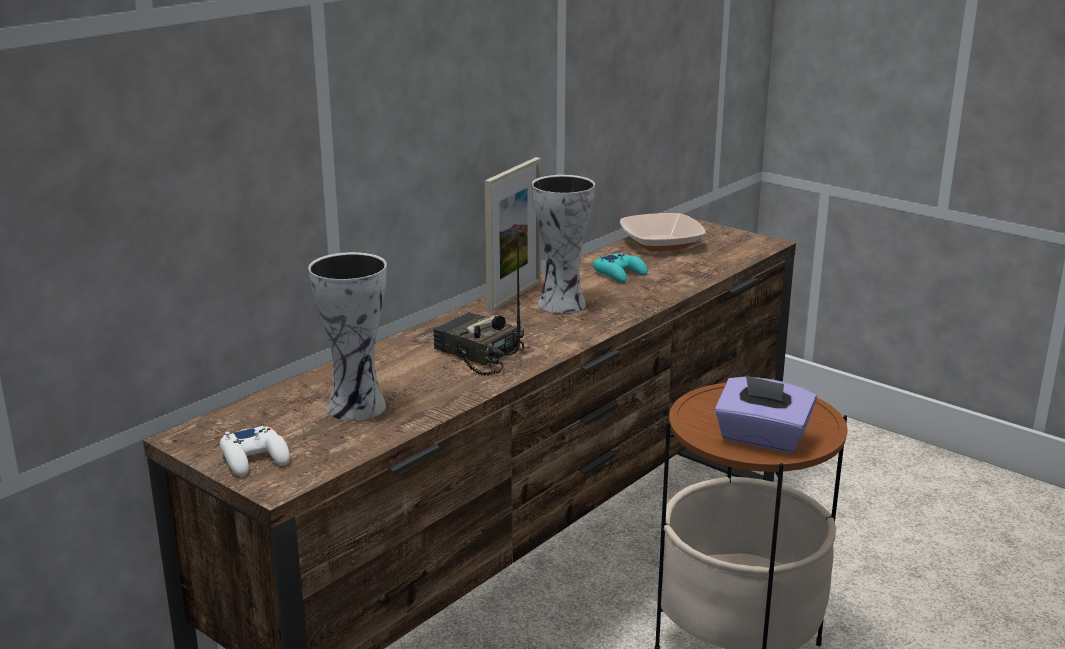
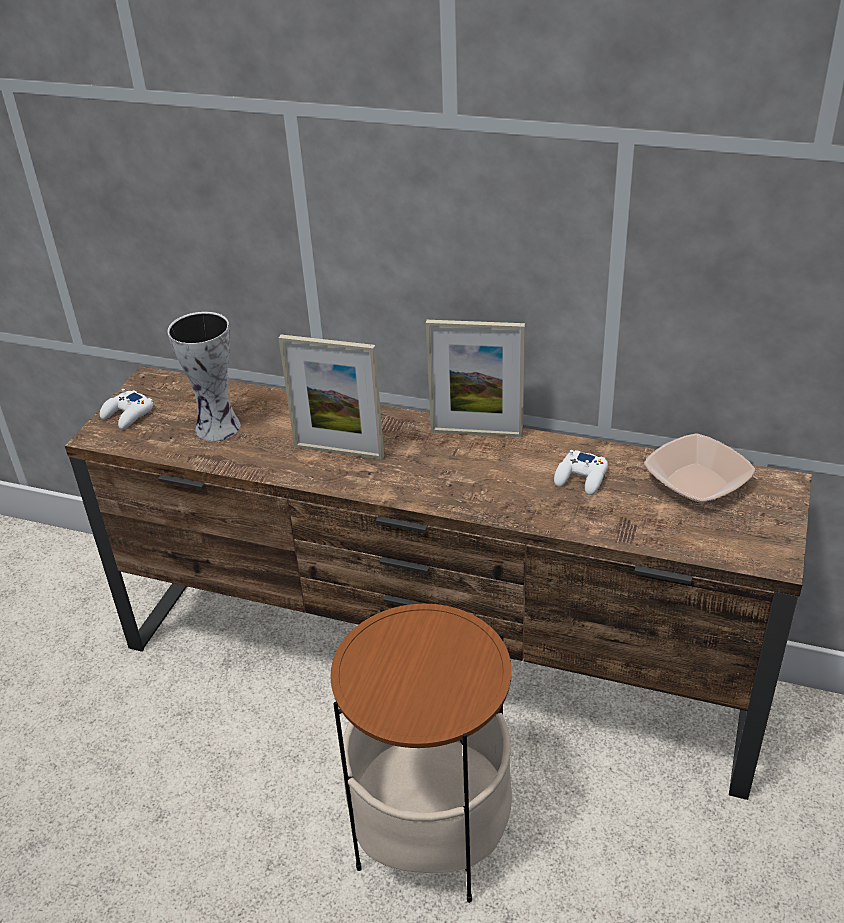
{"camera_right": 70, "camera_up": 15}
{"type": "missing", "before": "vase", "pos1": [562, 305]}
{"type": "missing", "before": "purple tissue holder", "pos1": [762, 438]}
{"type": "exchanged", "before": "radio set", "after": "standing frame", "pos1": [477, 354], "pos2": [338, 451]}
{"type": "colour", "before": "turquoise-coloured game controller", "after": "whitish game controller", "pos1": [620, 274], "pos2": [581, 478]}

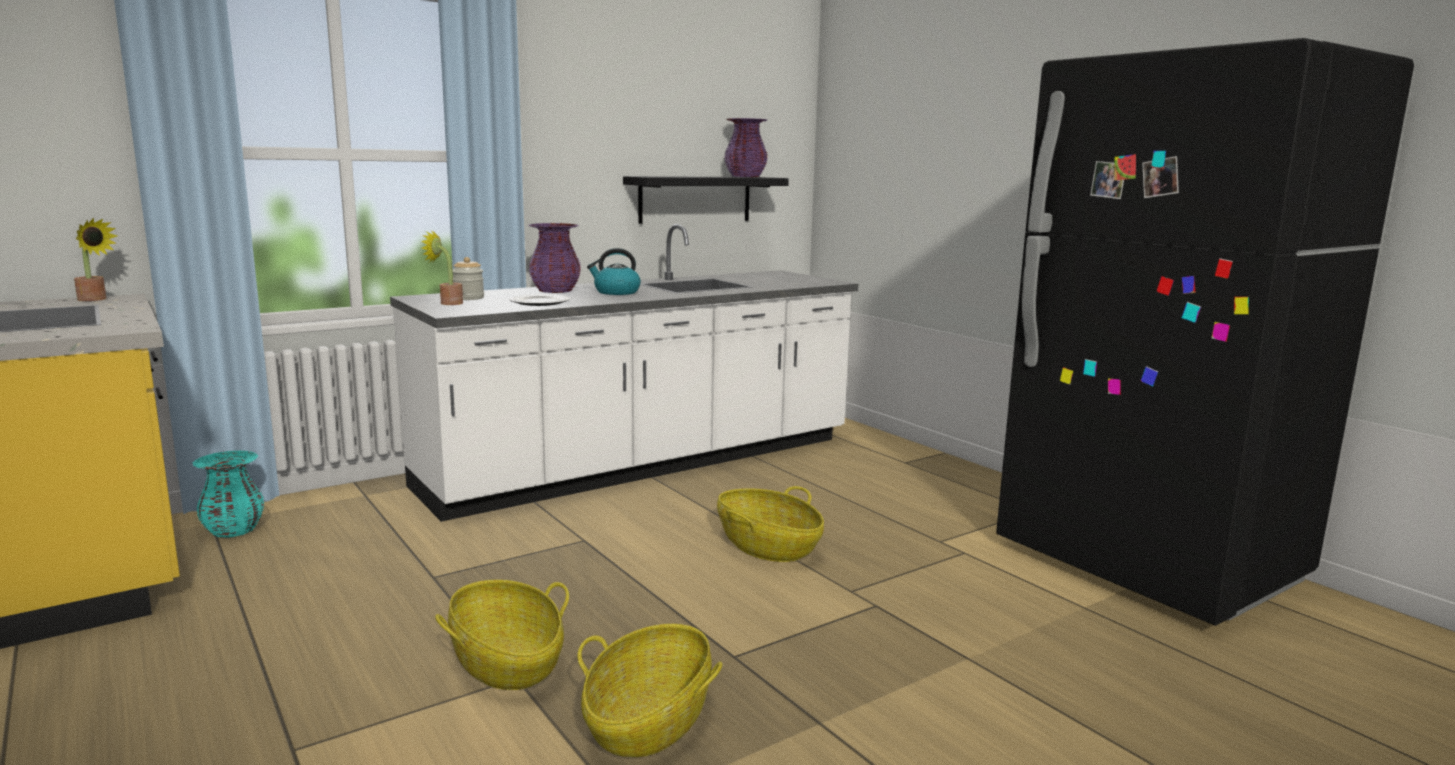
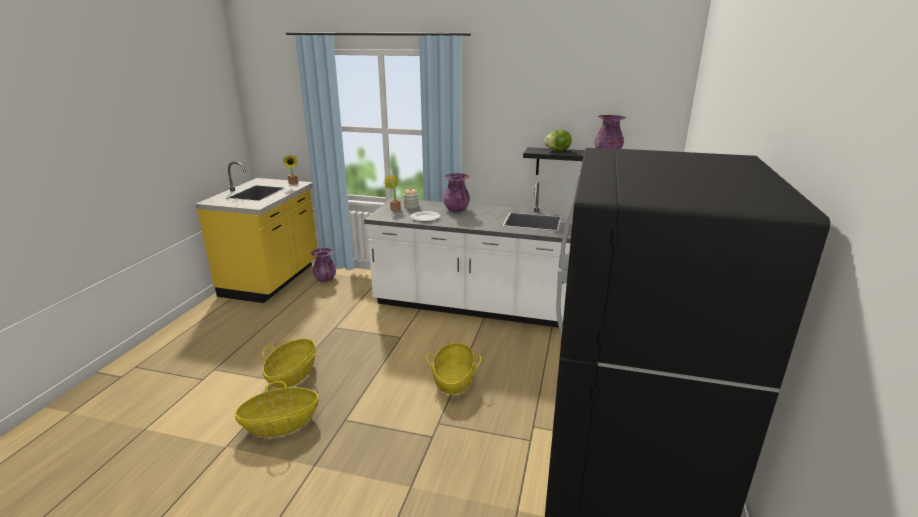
{"camera_right": 50, "camera_up": 10}
{"type": "missing", "before": "water kettle", "pos1": [616, 292]}
{"type": "appeared", "after": "lettuce head", "pos2": [557, 150]}
{"type": "colour", "before": "turquoise-coloured vase", "after": "purple vase", "pos1": [234, 530], "pos2": [325, 279]}

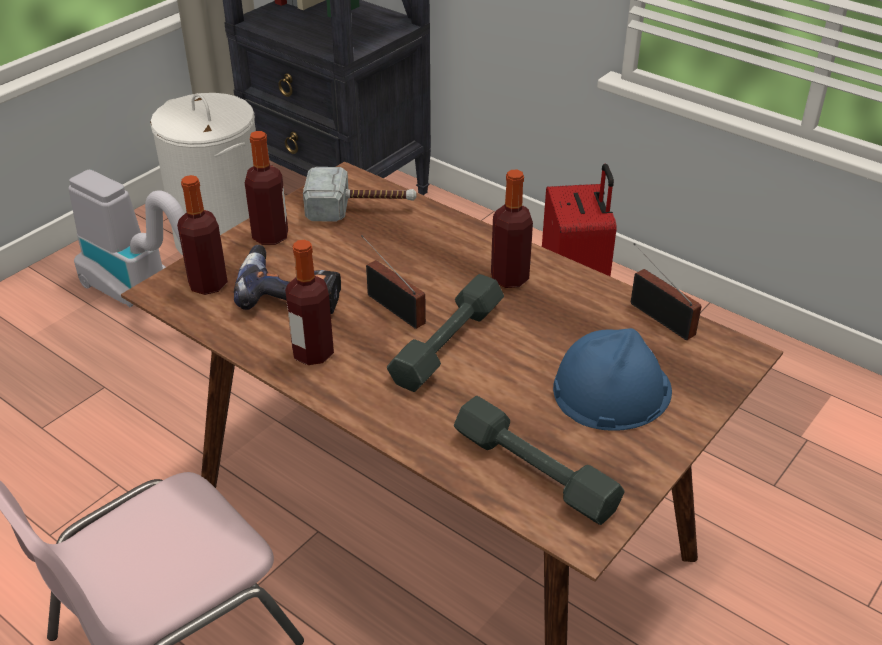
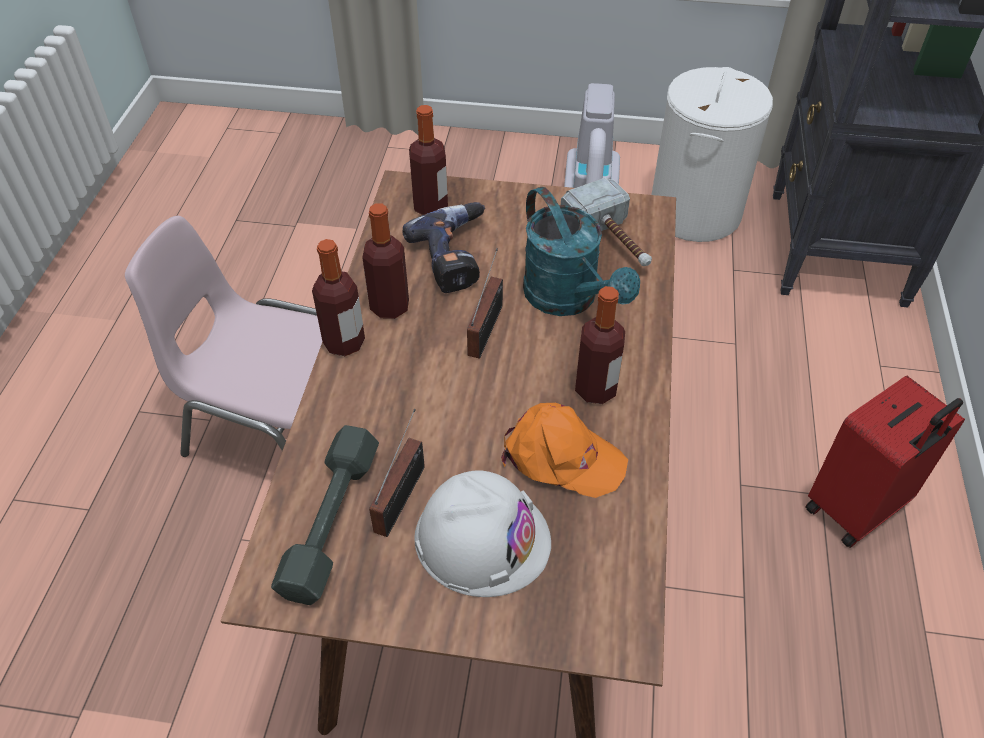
{"camera_right": 60, "camera_up": 10}
{"type": "missing", "before": "gray dumbbell", "pos1": [447, 343]}
{"type": "appeared", "after": "orange-coloured peaked cap", "pos2": [561, 457]}
{"type": "appeared", "after": "turquoise-coloured sprinkling can", "pos2": [568, 299]}
{"type": "relocated", "before": "bottle", "pos1": [270, 236], "pos2": [344, 343]}
{"type": "relocated", "before": "radio set", "pos1": [659, 316], "pos2": [403, 495]}
{"type": "colour", "before": "blue-coloured hard hat", "after": "whitish hard hat", "pos1": [611, 389], "pos2": [482, 538]}

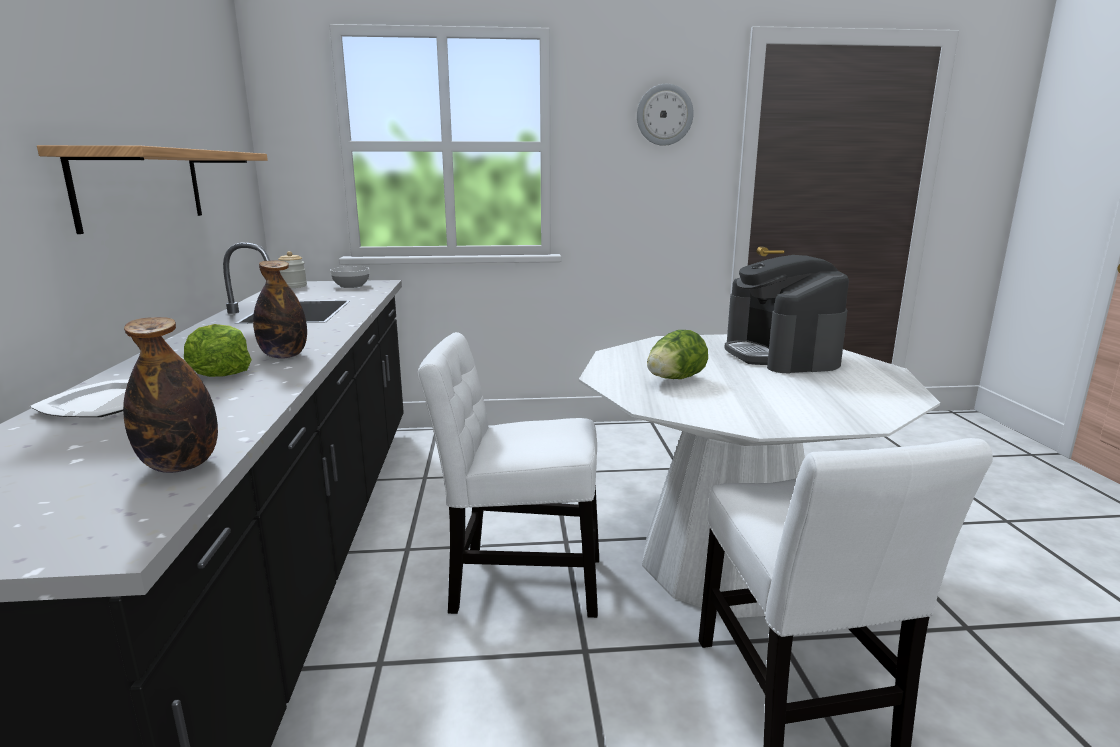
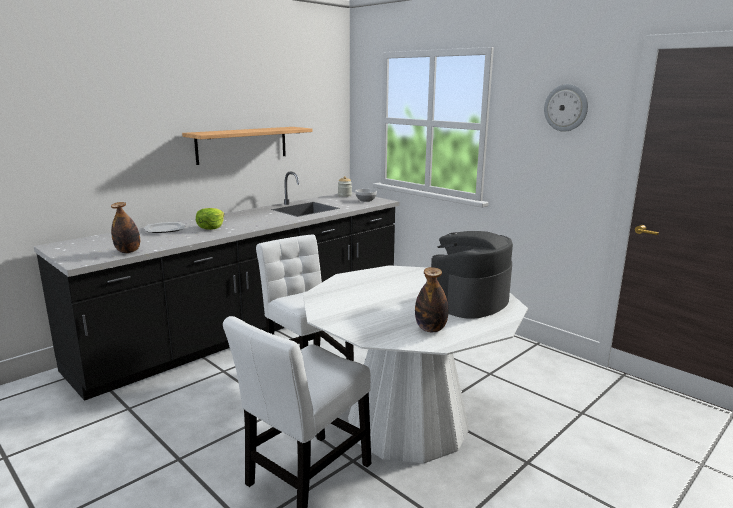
{"camera_right": 50, "camera_up": 0}
{"type": "missing", "before": "lettuce head", "pos1": [674, 379]}
{"type": "relocated", "before": "bottle", "pos1": [284, 356], "pos2": [430, 329]}

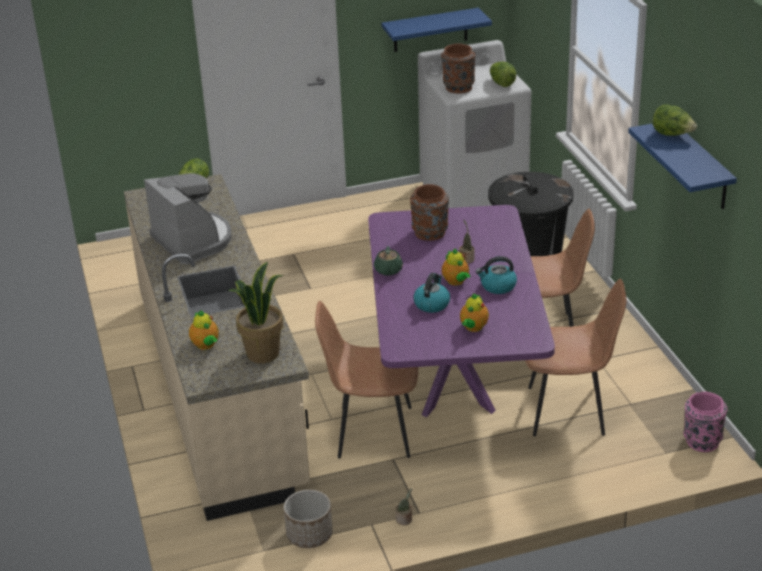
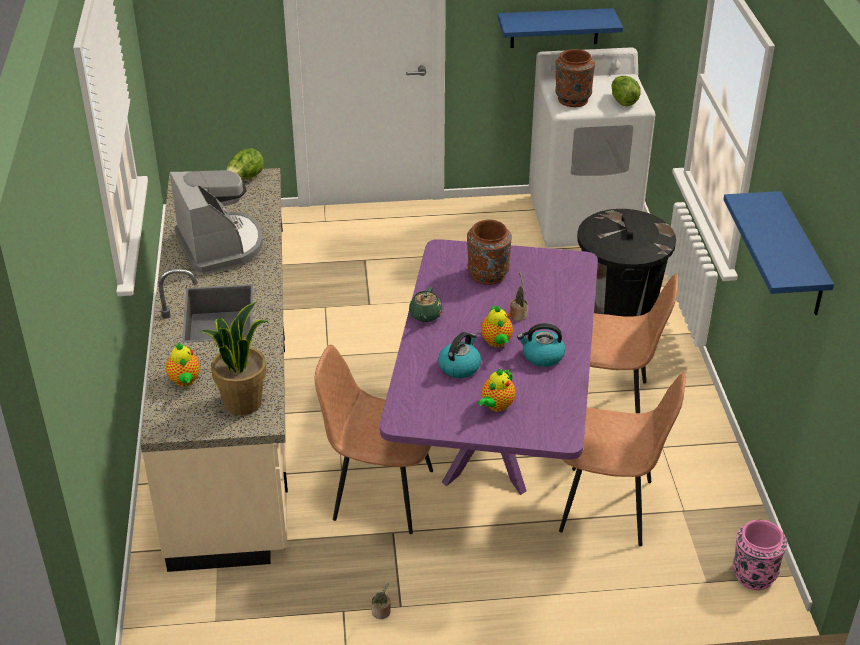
{"camera_right": 10, "camera_up": 5}
{"type": "missing", "before": "plant pot", "pos1": [309, 534]}
{"type": "missing", "before": "lettuce head", "pos1": [672, 135]}

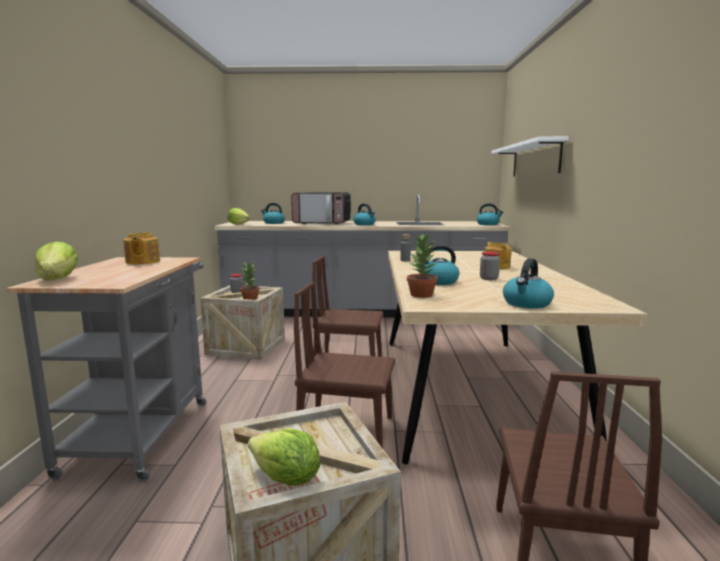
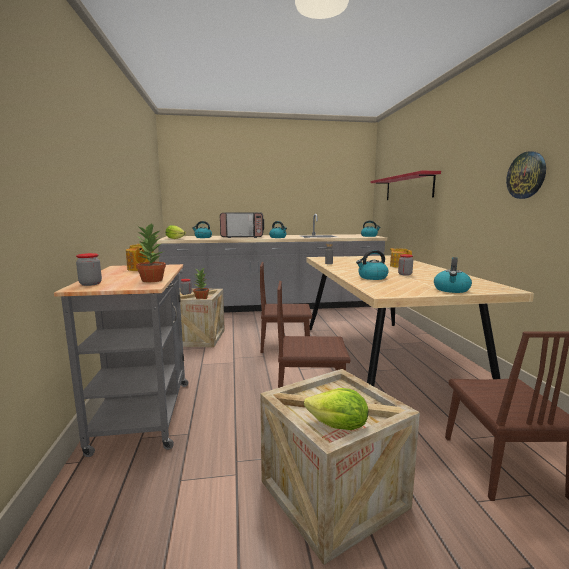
{"camera_right": -10, "camera_up": 0}
{"type": "appeared", "after": "wall clock", "pos2": [526, 175]}
{"type": "relocated", "before": "potted plant", "pos1": [421, 295], "pos2": [151, 280]}
{"type": "exchanged", "before": "lettuce head", "after": "storage jar", "pos1": [58, 279], "pos2": [90, 284]}
{"type": "colour", "before": "whitish bracket shelf", "after": "reddish bracket shelf", "pos1": [535, 159], "pos2": [408, 188]}

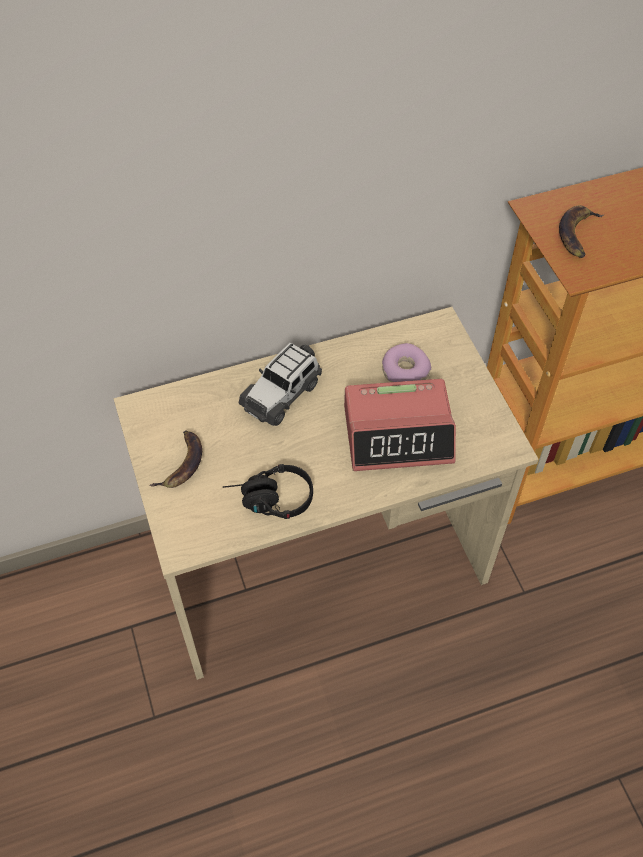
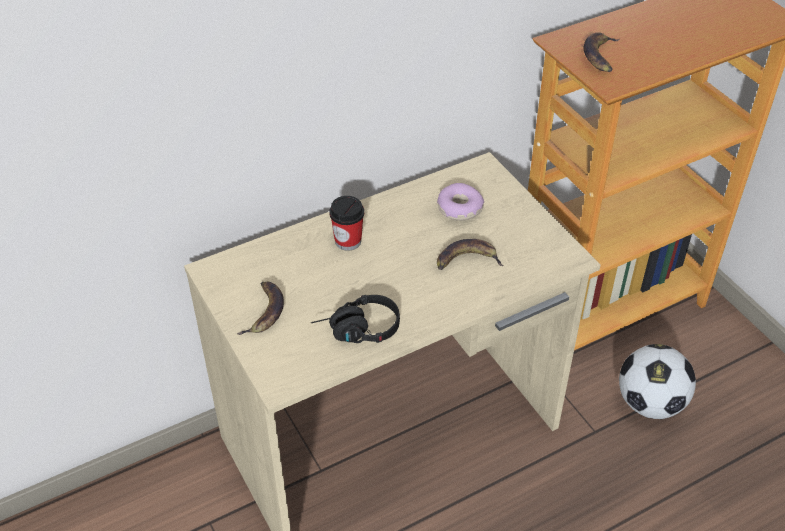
{"camera_right": -10, "camera_up": -10}
{"type": "appeared", "after": "ball for football", "pos2": [650, 403]}
{"type": "exchanged", "before": "miniature car", "after": "drinking cup", "pos1": [282, 394], "pos2": [348, 241]}
{"type": "exchanged", "before": "table clock", "after": "banana", "pos1": [398, 433], "pos2": [466, 260]}

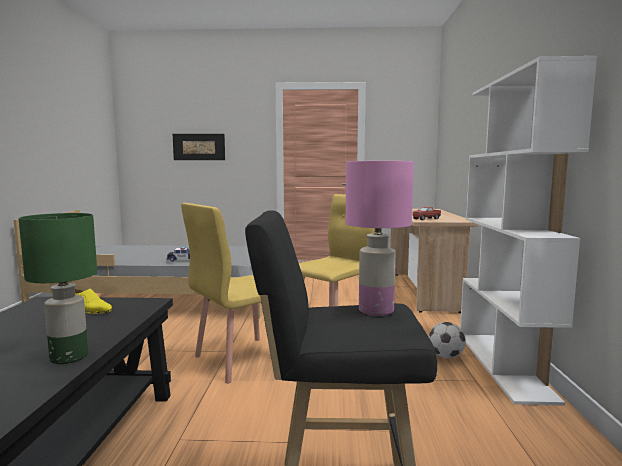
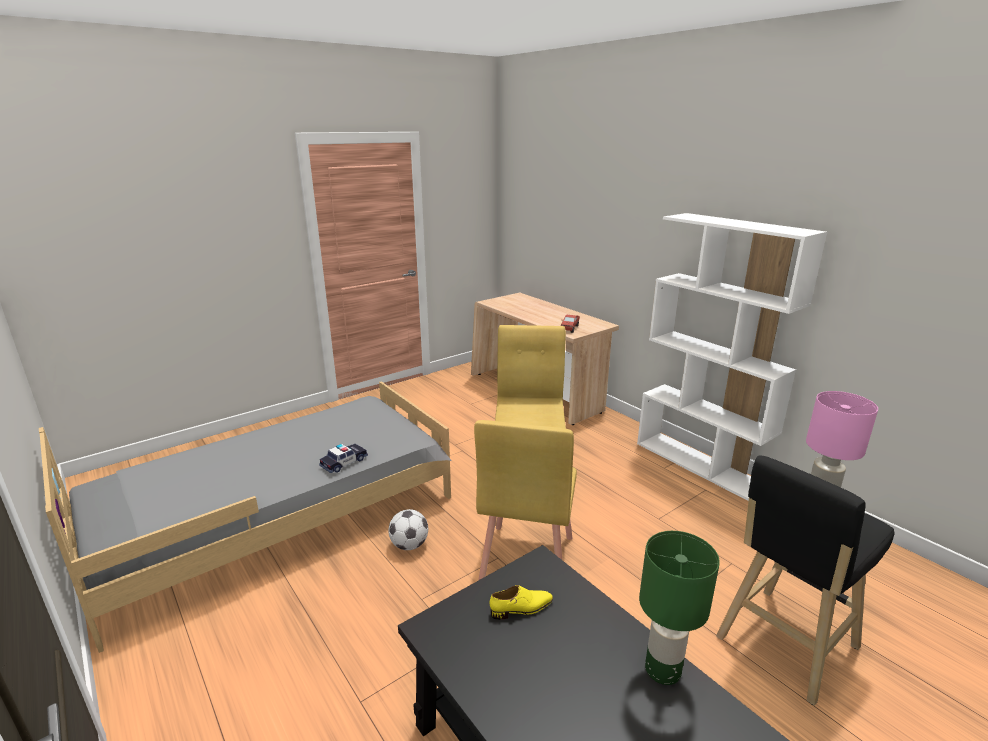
{"camera_right": -40, "camera_up": 15}
{"type": "missing", "before": "picture", "pos1": [199, 147]}
{"type": "relocated", "before": "ball for football", "pos1": [446, 356], "pos2": [409, 545]}

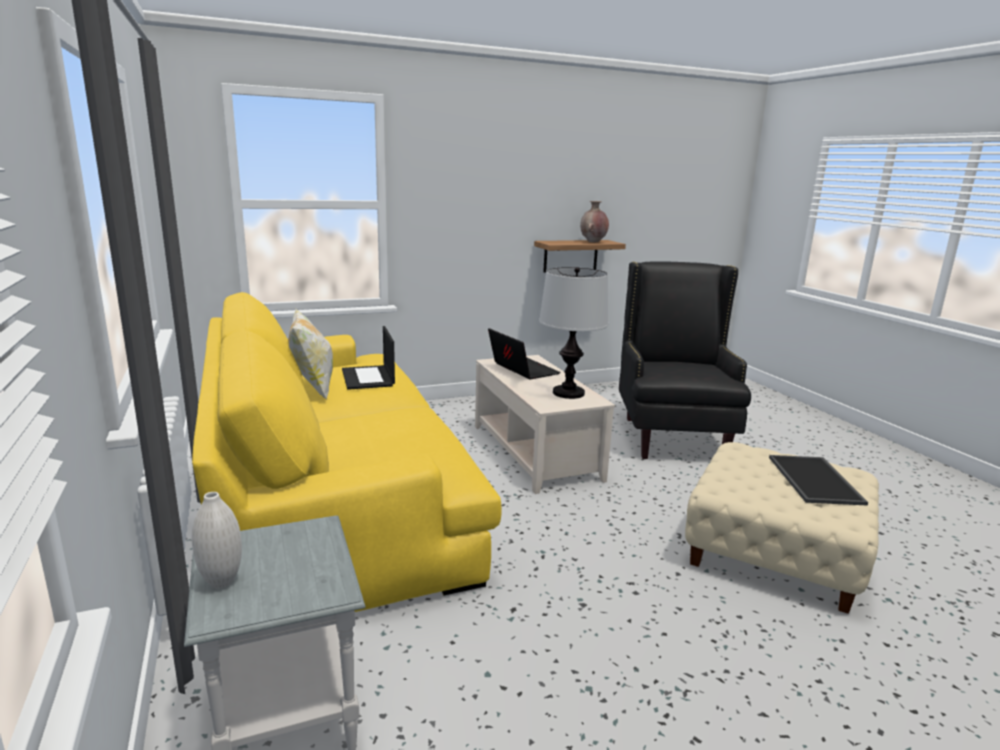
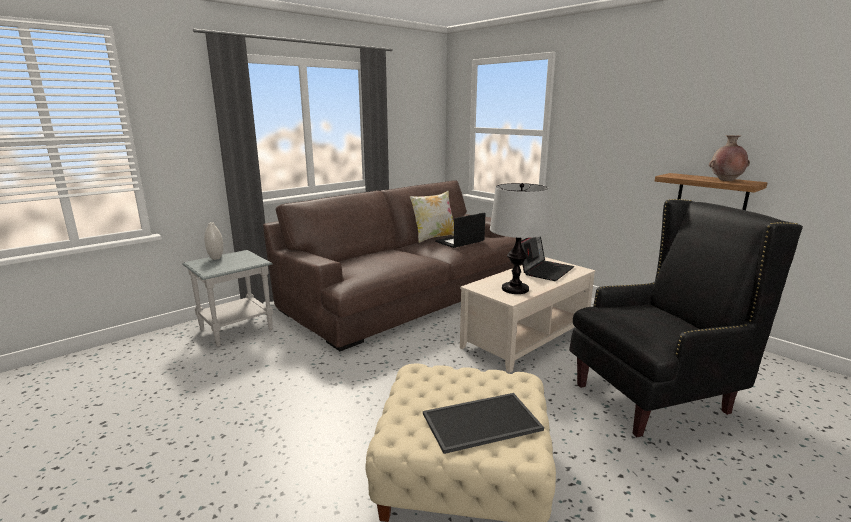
{"camera_right": 70, "camera_up": 0}
{"type": "colour", "before": "yellow settee", "after": "brownish settee", "pos1": [330, 490], "pos2": [407, 293]}

